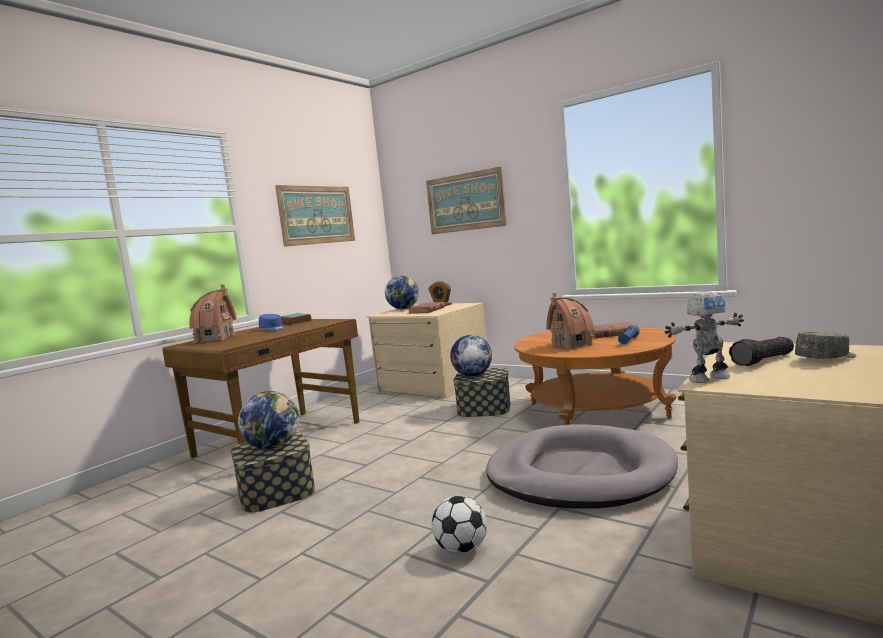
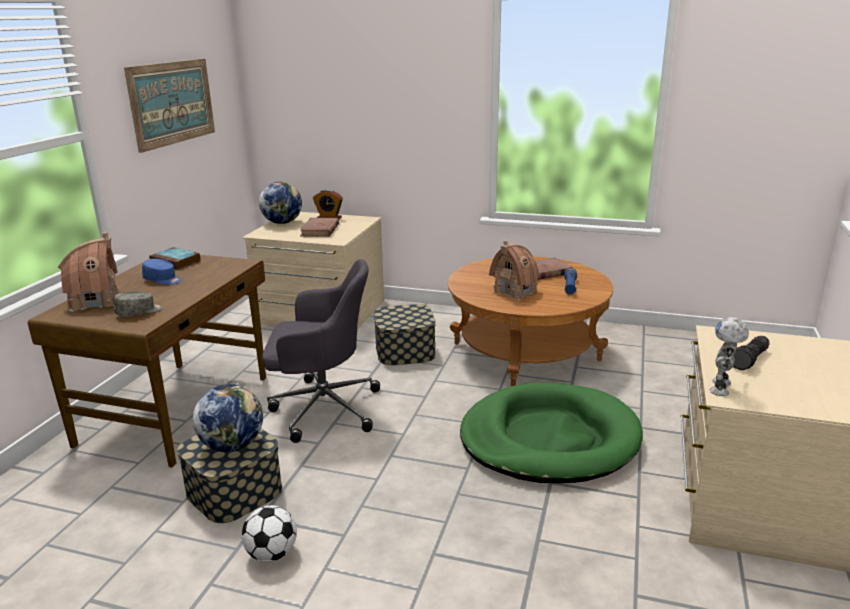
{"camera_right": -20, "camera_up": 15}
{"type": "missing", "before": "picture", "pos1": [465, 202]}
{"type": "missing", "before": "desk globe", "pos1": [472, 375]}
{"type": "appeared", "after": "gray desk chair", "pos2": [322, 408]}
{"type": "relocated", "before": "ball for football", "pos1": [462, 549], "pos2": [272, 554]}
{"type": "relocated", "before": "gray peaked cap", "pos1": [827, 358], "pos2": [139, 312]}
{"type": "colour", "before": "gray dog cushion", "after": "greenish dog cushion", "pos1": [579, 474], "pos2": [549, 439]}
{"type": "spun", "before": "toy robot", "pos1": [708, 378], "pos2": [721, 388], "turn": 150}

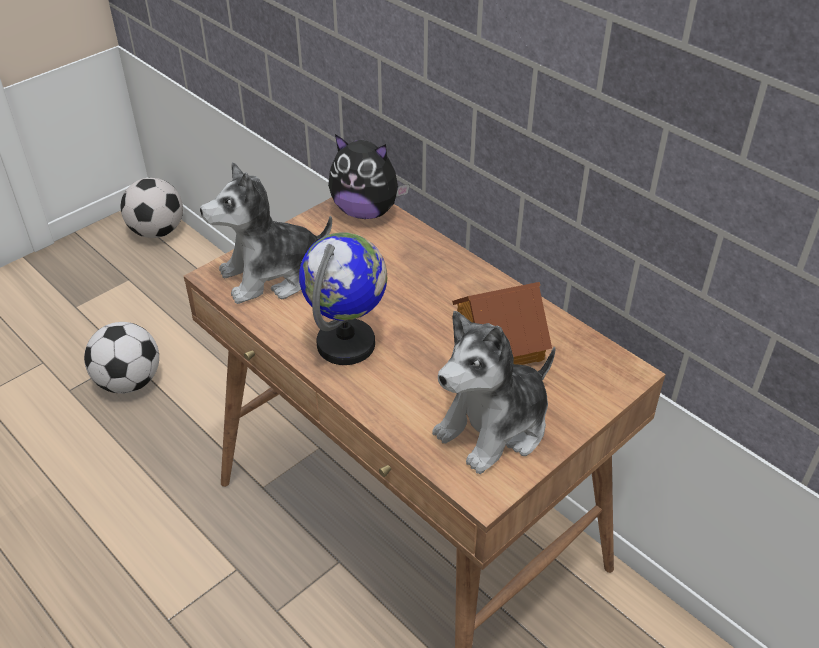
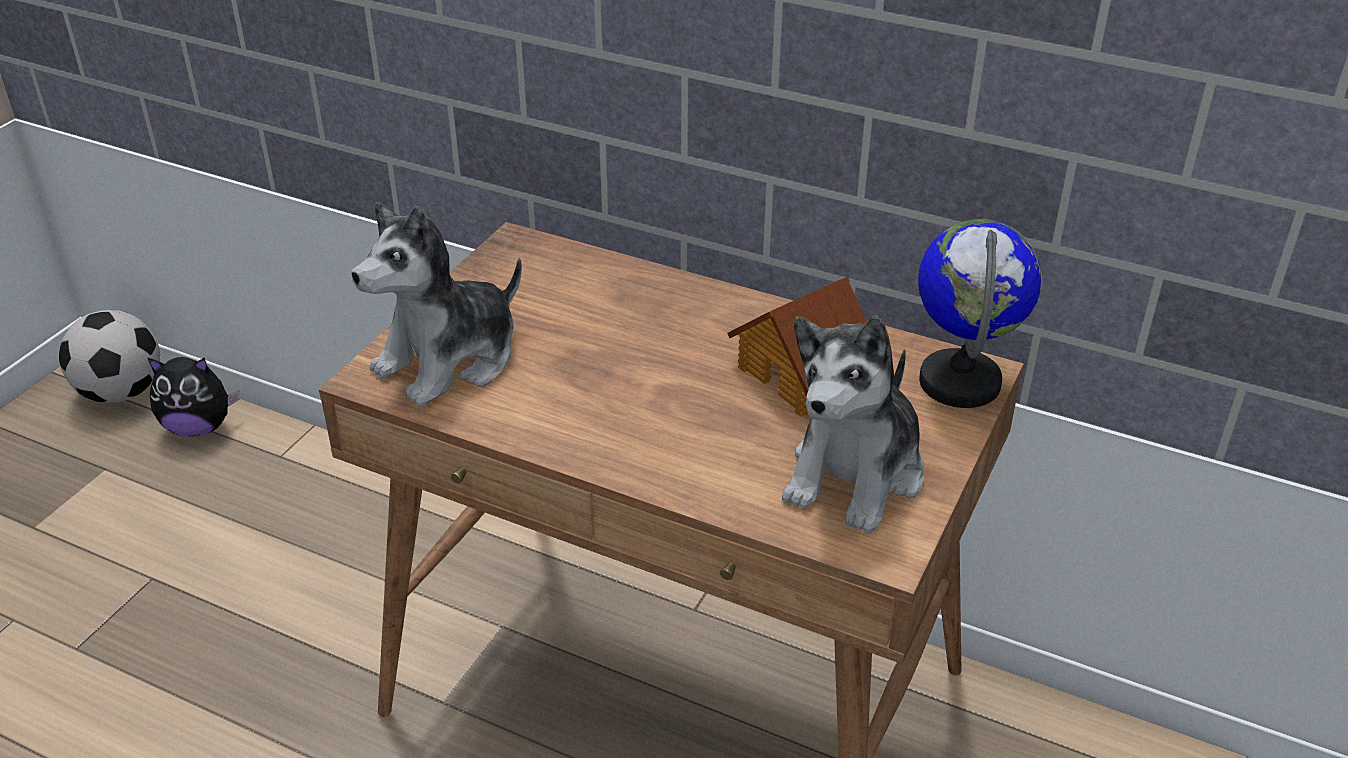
{"camera_right": -20, "camera_up": -5}
{"type": "missing", "before": "ball for football", "pos1": [129, 382]}
{"type": "relocated", "before": "desk globe", "pos1": [347, 344], "pos2": [960, 382]}
{"type": "relocated", "before": "cuddly toy", "pos1": [366, 211], "pos2": [199, 427]}

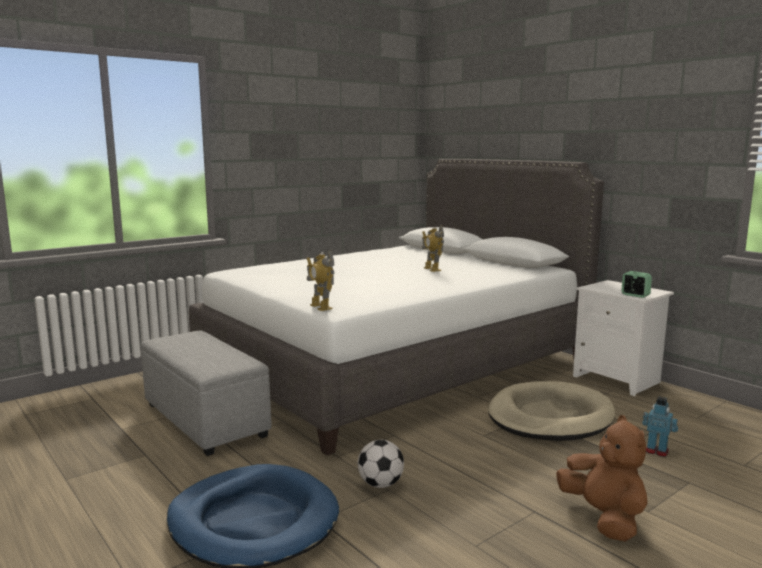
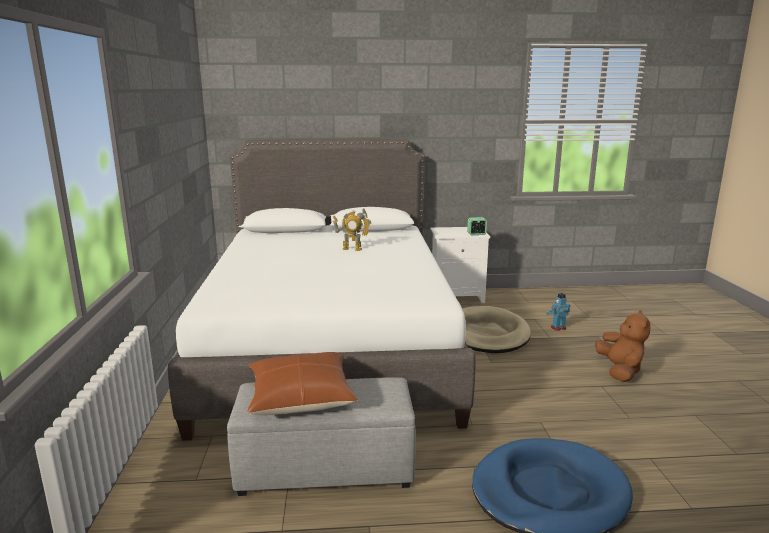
{"camera_right": -55, "camera_up": 5}
{"type": "missing", "before": "toy robot", "pos1": [320, 307]}
{"type": "missing", "before": "ball for football", "pos1": [380, 484]}
{"type": "appeared", "after": "brownish pillow", "pos2": [300, 396]}
{"type": "spun", "before": "brownish cuddly toy", "pos1": [603, 518], "pos2": [620, 371], "turn": 75}

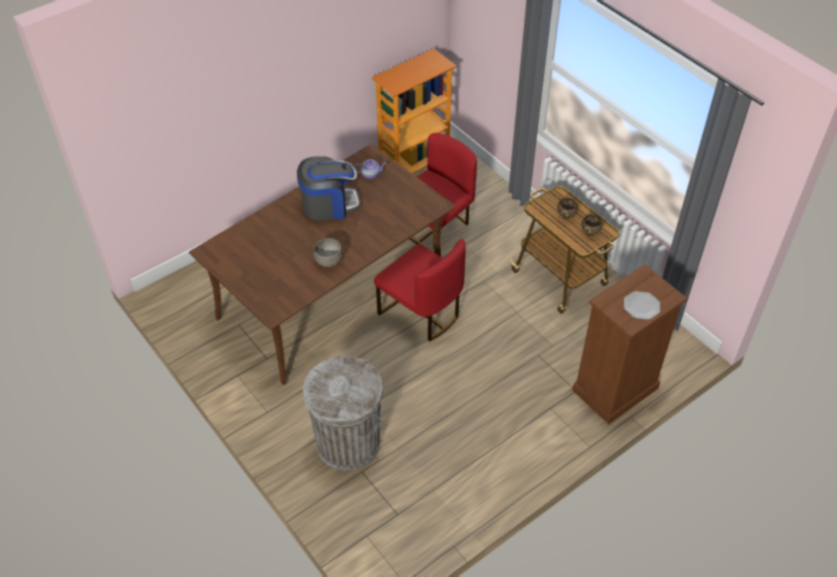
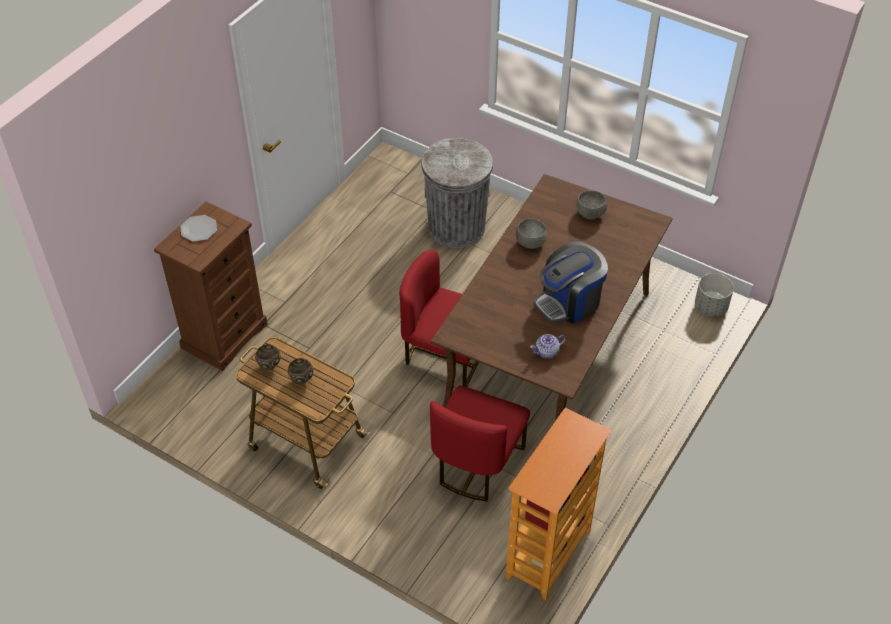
{"camera_right": 160, "camera_up": 0}
{"type": "appeared", "after": "gray bowl", "pos2": [590, 214]}
{"type": "appeared", "after": "gray plant pot", "pos2": [710, 306]}

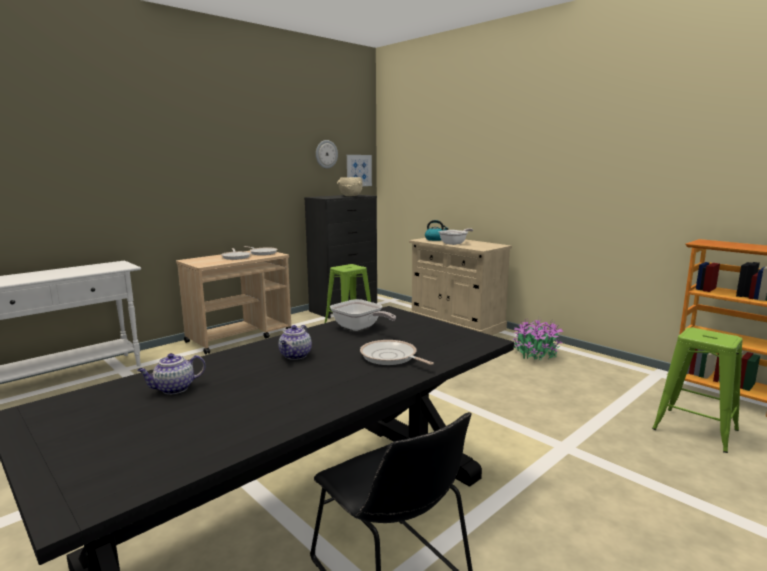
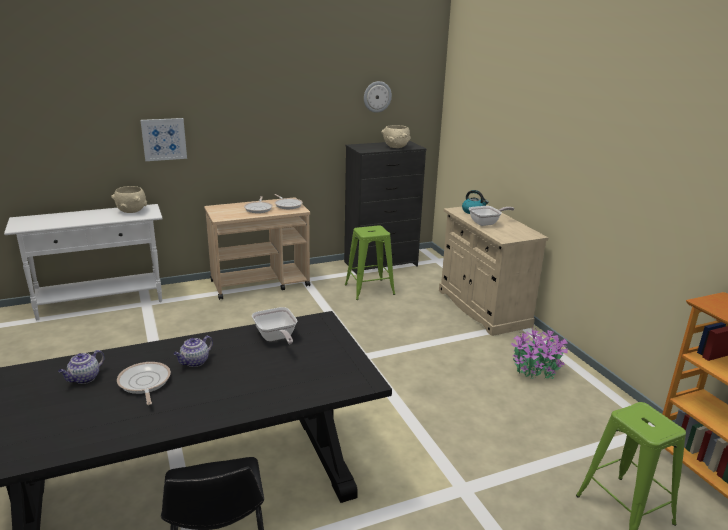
{"camera_right": 20, "camera_up": 10}
{"type": "appeared", "after": "beige-coloured bowl", "pos2": [131, 211]}
{"type": "relocated", "before": "picture", "pos1": [358, 170], "pos2": [164, 139]}
{"type": "relocated", "before": "pan", "pos1": [390, 357], "pos2": [144, 383]}
{"type": "spun", "before": "teapot", "pos1": [173, 389], "pos2": [84, 379], "turn": -45}

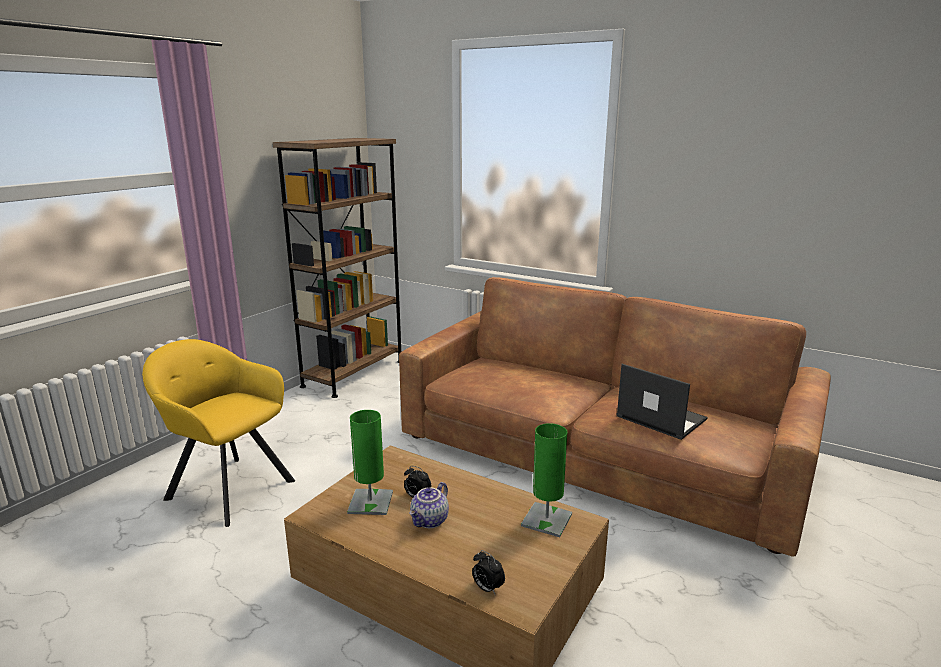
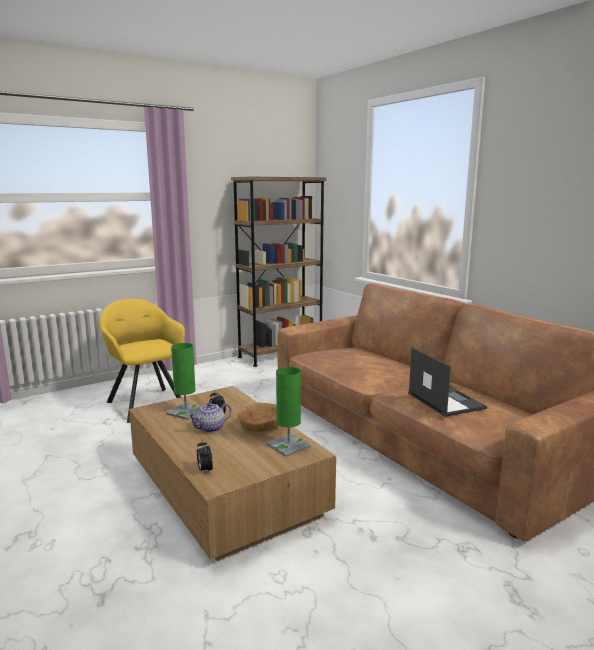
{"camera_right": 25, "camera_up": -5}
{"type": "appeared", "after": "brownish bowl", "pos2": [262, 427]}

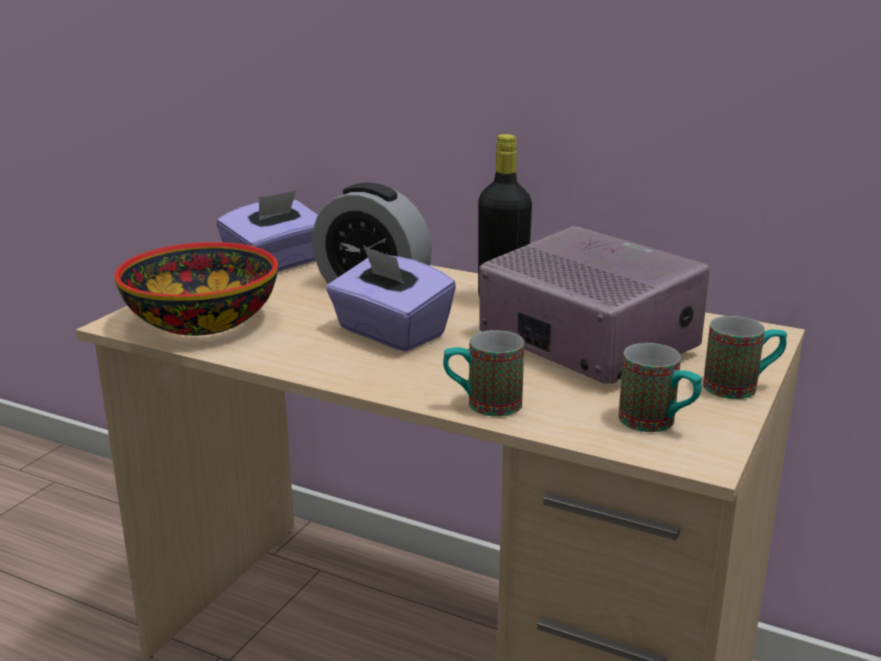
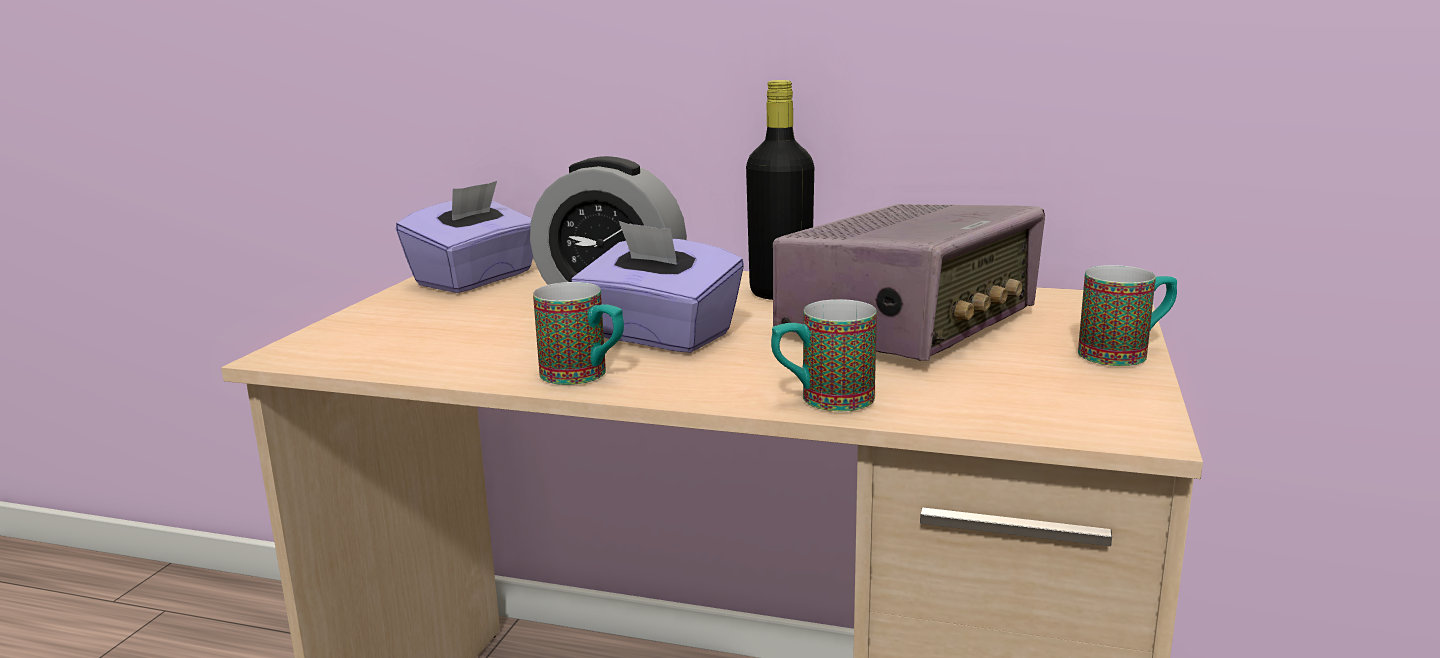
{"camera_right": -10, "camera_up": -5}
{"type": "missing", "before": "bowl", "pos1": [201, 321]}
{"type": "relocated", "before": "coffee mug", "pos1": [657, 423], "pos2": [585, 376]}
{"type": "spun", "before": "radio set", "pos1": [586, 342], "pos2": [909, 325], "turn": 90}

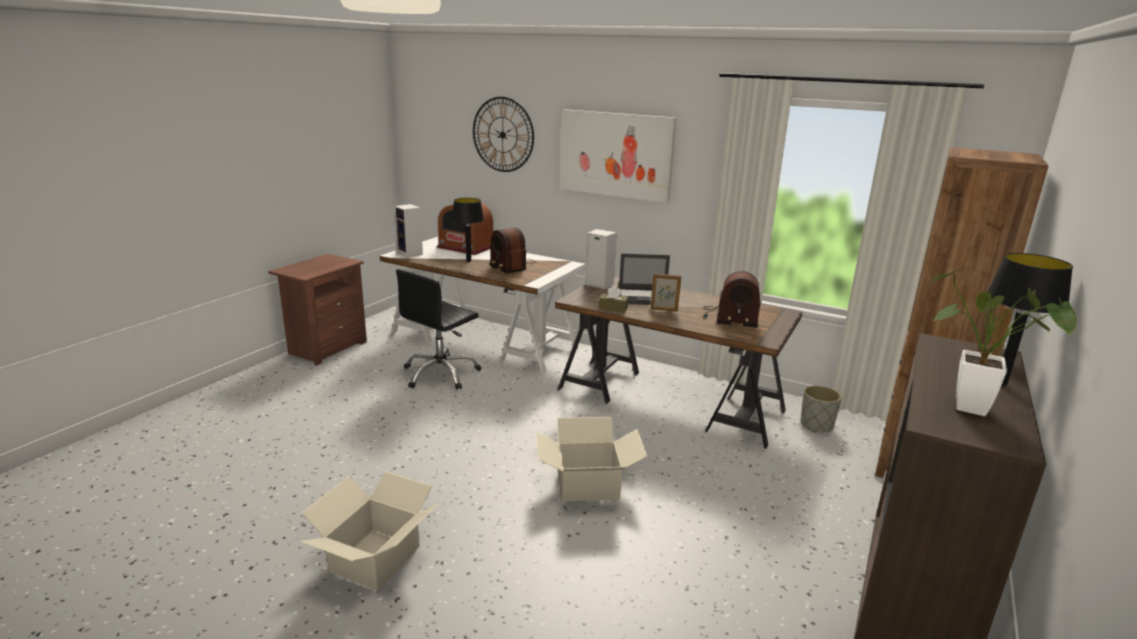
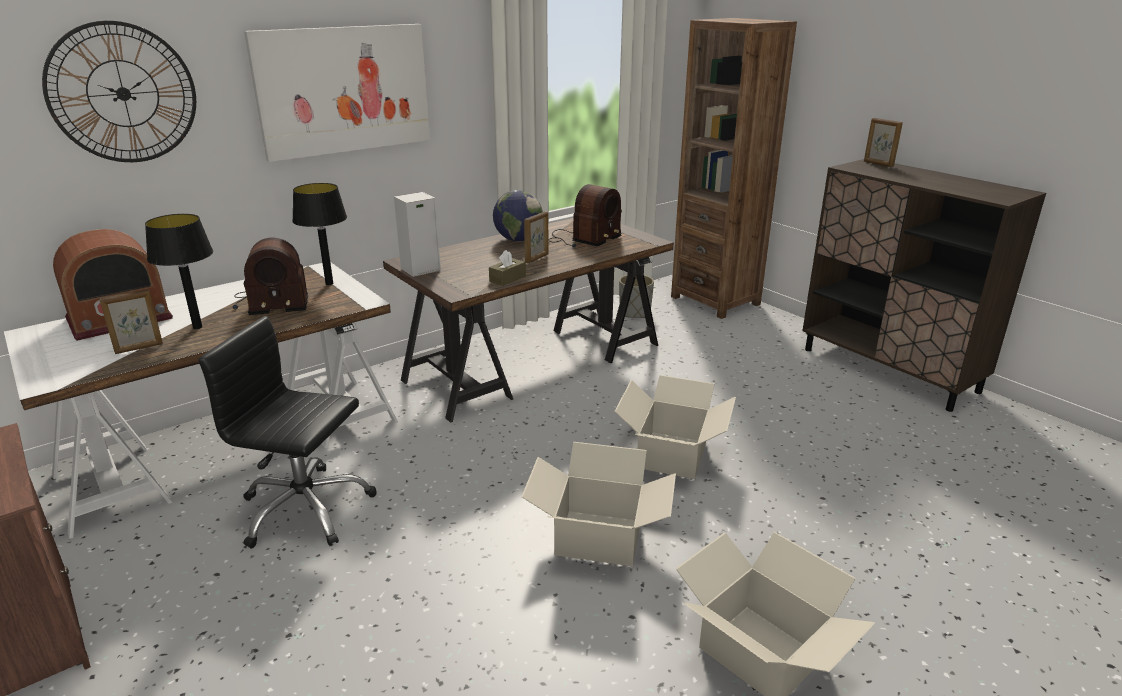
{"camera_right": -65, "camera_up": 5}
{"type": "missing", "before": "audio speaker", "pos1": [410, 254]}
{"type": "missing", "before": "laptop", "pos1": [644, 297]}
{"type": "missing", "before": "potted plant", "pos1": [980, 410]}
{"type": "appeared", "after": "standing frame", "pos2": [139, 348]}
{"type": "appeared", "after": "desk globe", "pos2": [518, 240]}
{"type": "appeared", "after": "cardboard box", "pos2": [598, 538]}
{"type": "relocated", "before": "black lamp for a table", "pos1": [1001, 383], "pos2": [329, 283]}
{"type": "spun", "before": "black desk chair", "pos1": [440, 374], "pos2": [305, 509], "turn": 135}

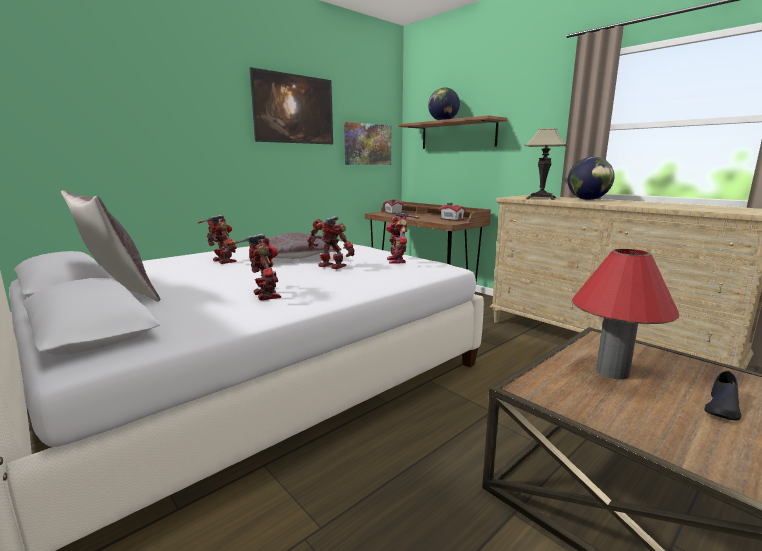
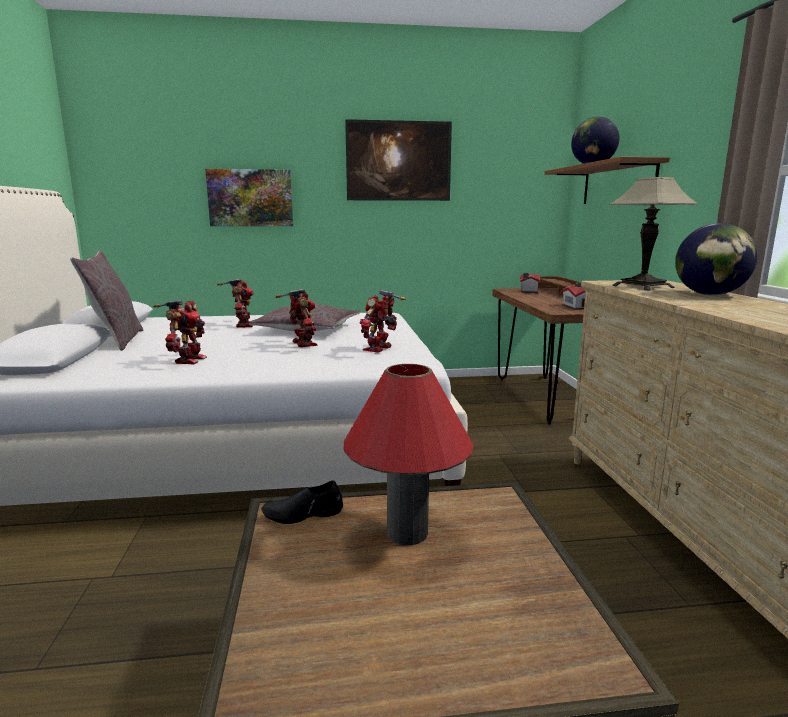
{"camera_right": 35, "camera_up": 0}
{"type": "relocated", "before": "picture", "pos1": [367, 144], "pos2": [250, 198]}
{"type": "relocated", "before": "black shoe", "pos1": [722, 407], "pos2": [303, 514]}

